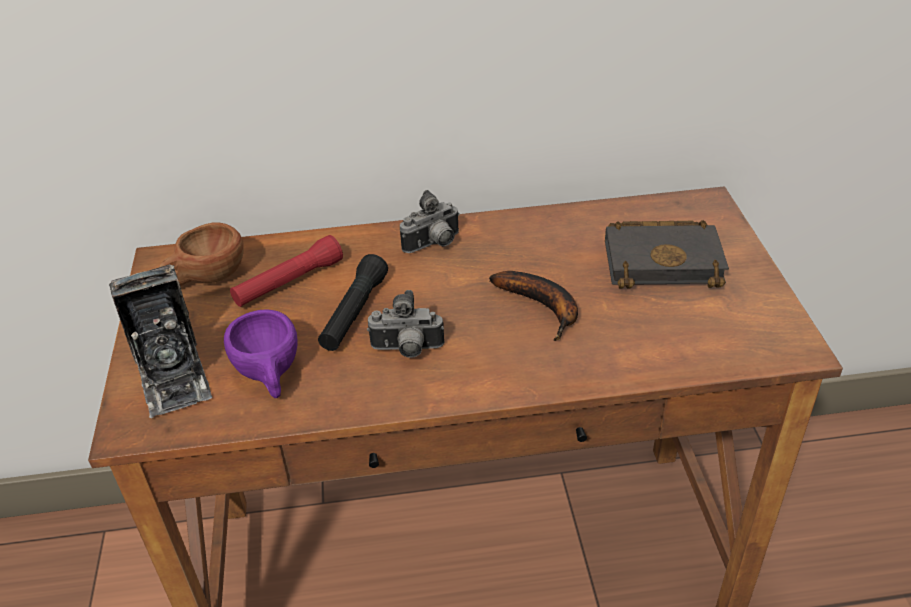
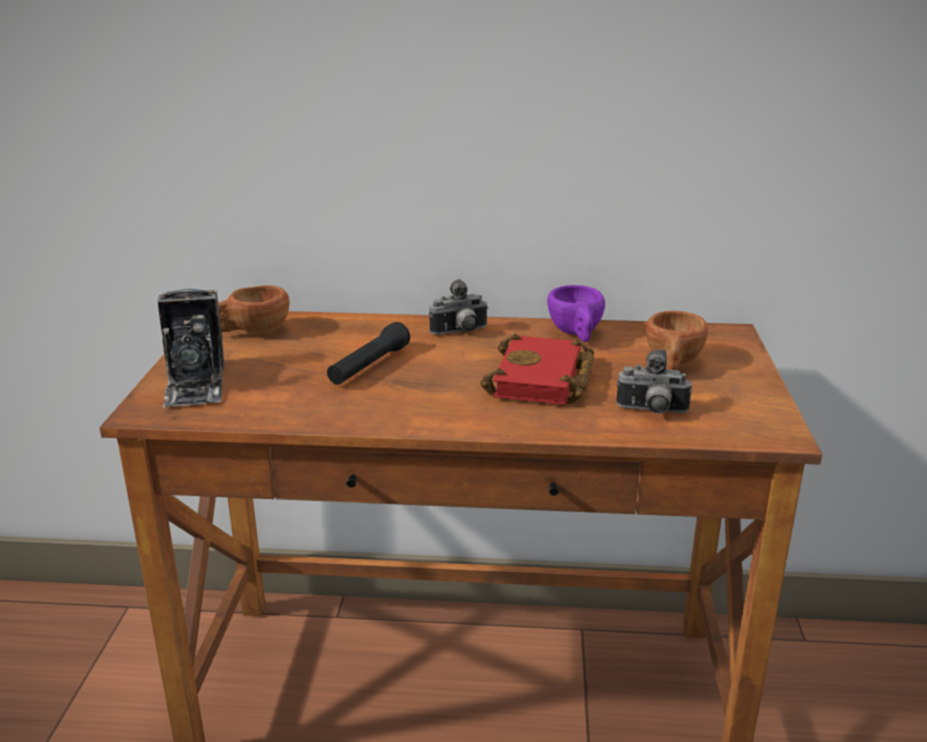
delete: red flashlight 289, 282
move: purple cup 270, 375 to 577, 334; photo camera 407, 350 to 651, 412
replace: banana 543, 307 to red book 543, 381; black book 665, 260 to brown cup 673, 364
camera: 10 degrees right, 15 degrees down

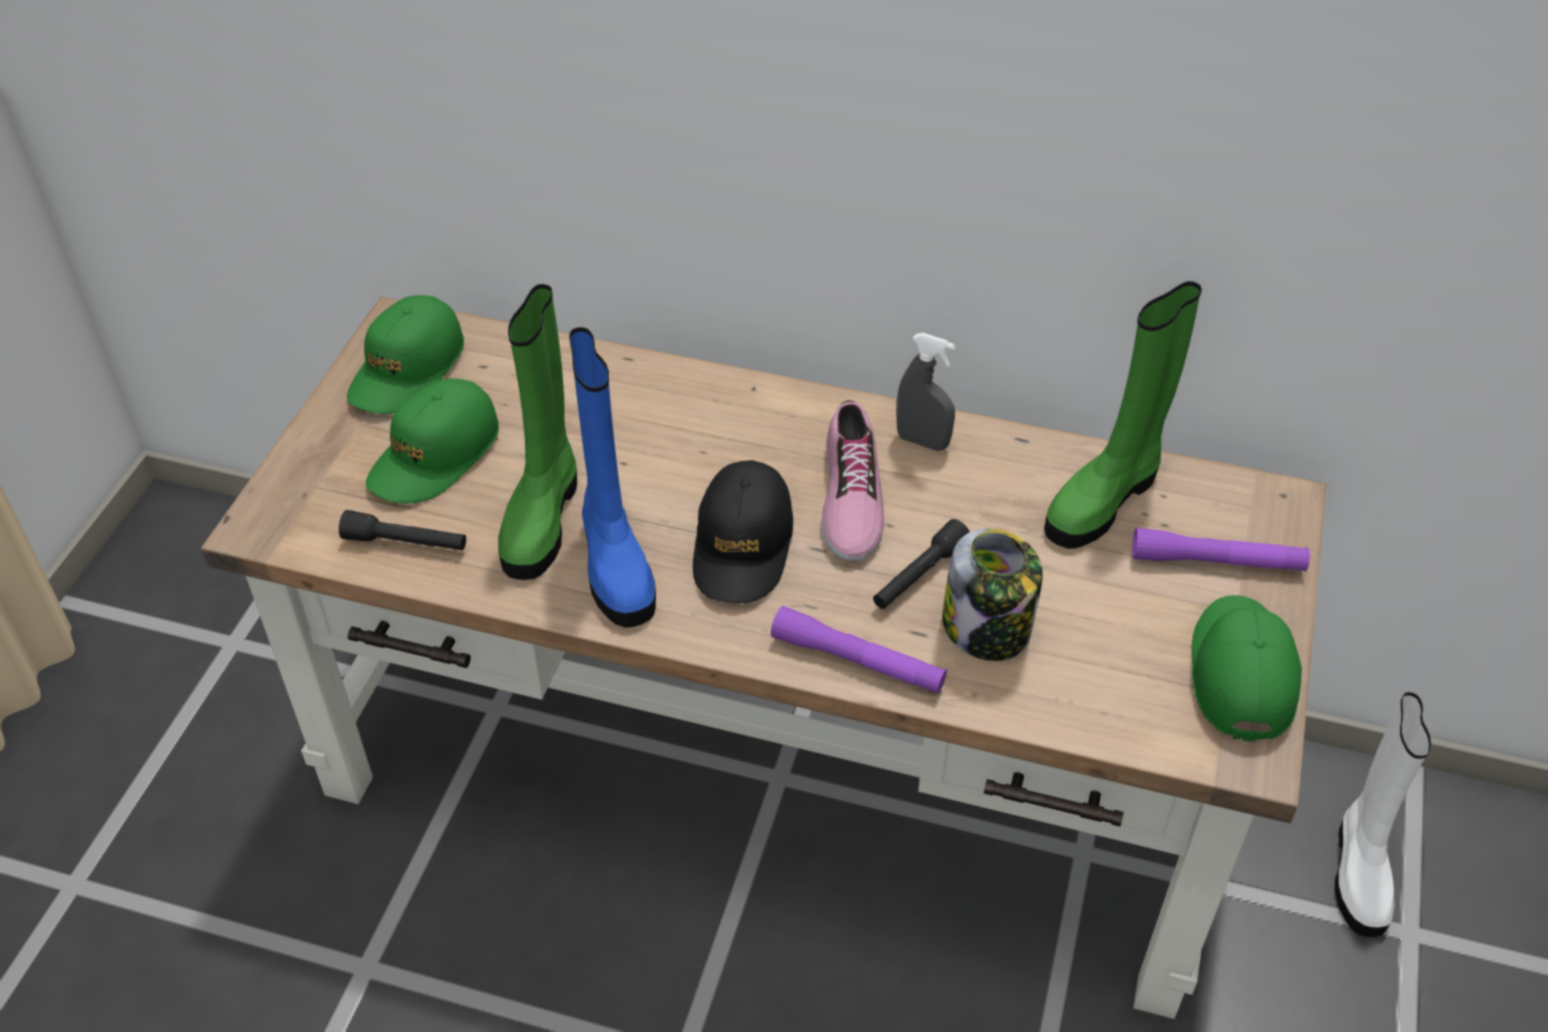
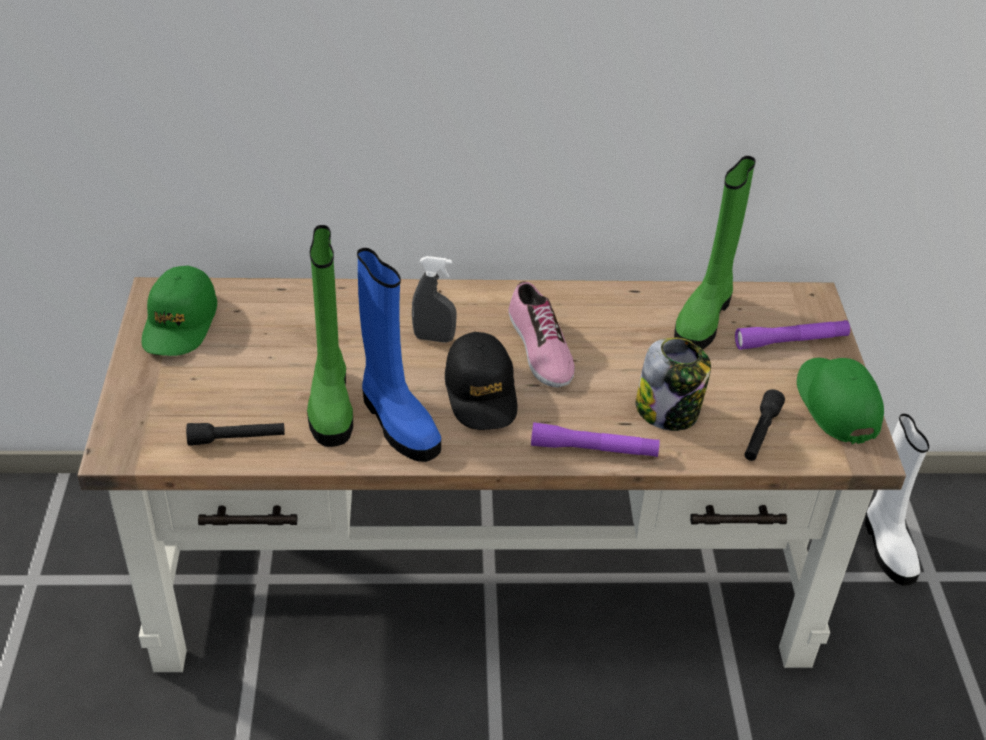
delete: green cap 435, 455
move: black flashlight 919, 576 to 760, 434; grey spray bottle 922, 441 to 434, 338
camera: 20 degrees left, 5 degrees down

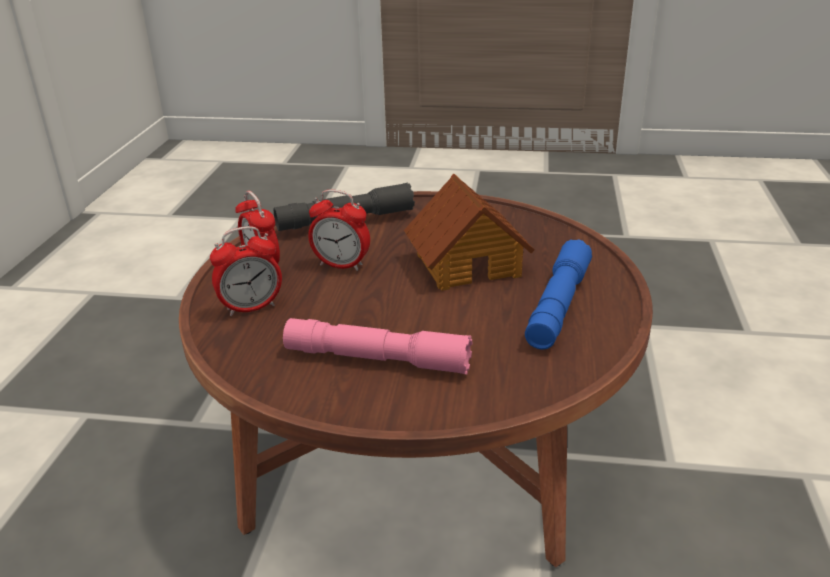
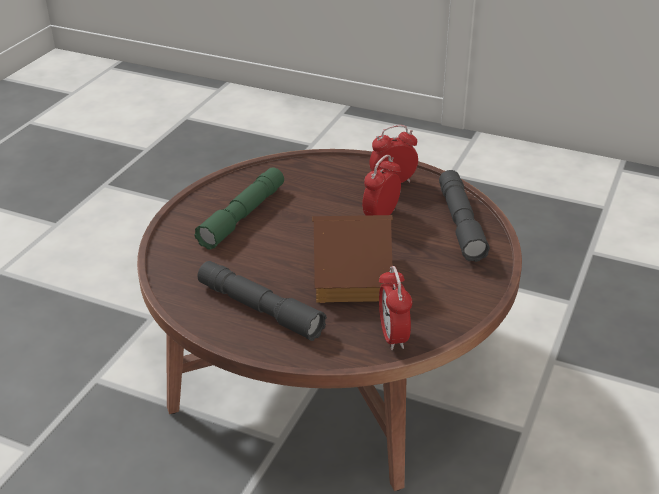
move: alarm clock 251, 307 to 393, 336
recolor: pink flashlight 377, 359 to green flashlight 243, 216; blue flashlight 558, 305 to grey flashlight 260, 309
camera: 105 degrees right, 5 degrees up

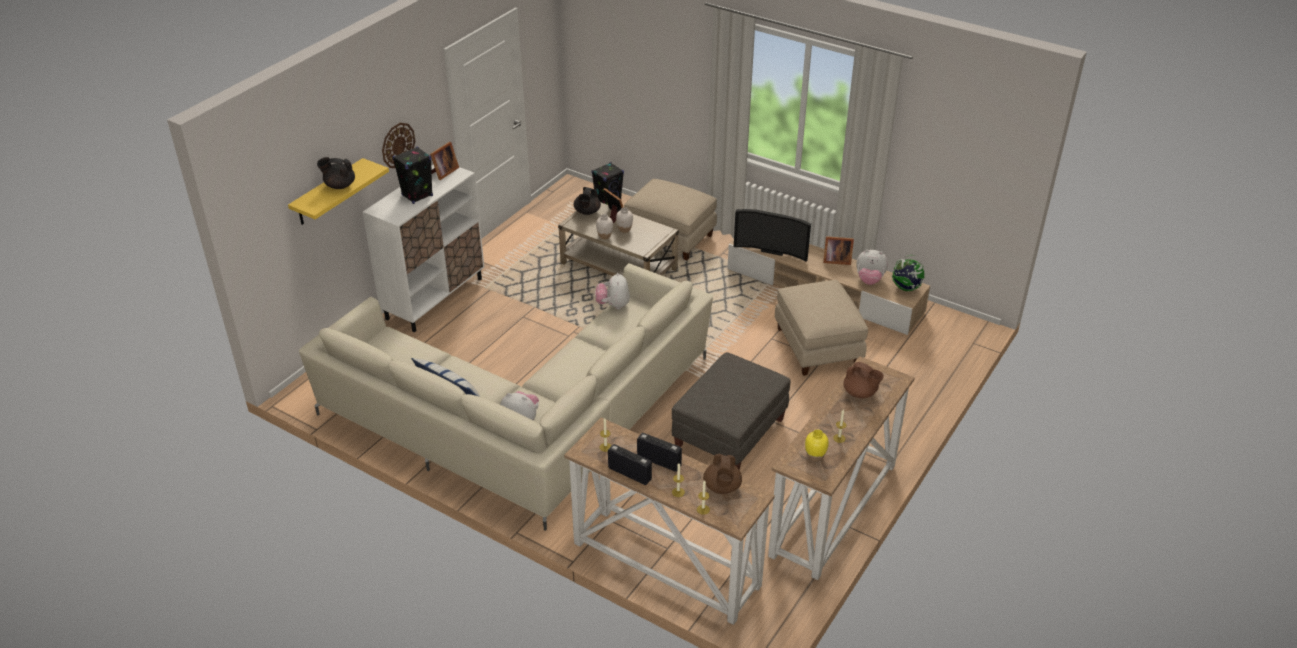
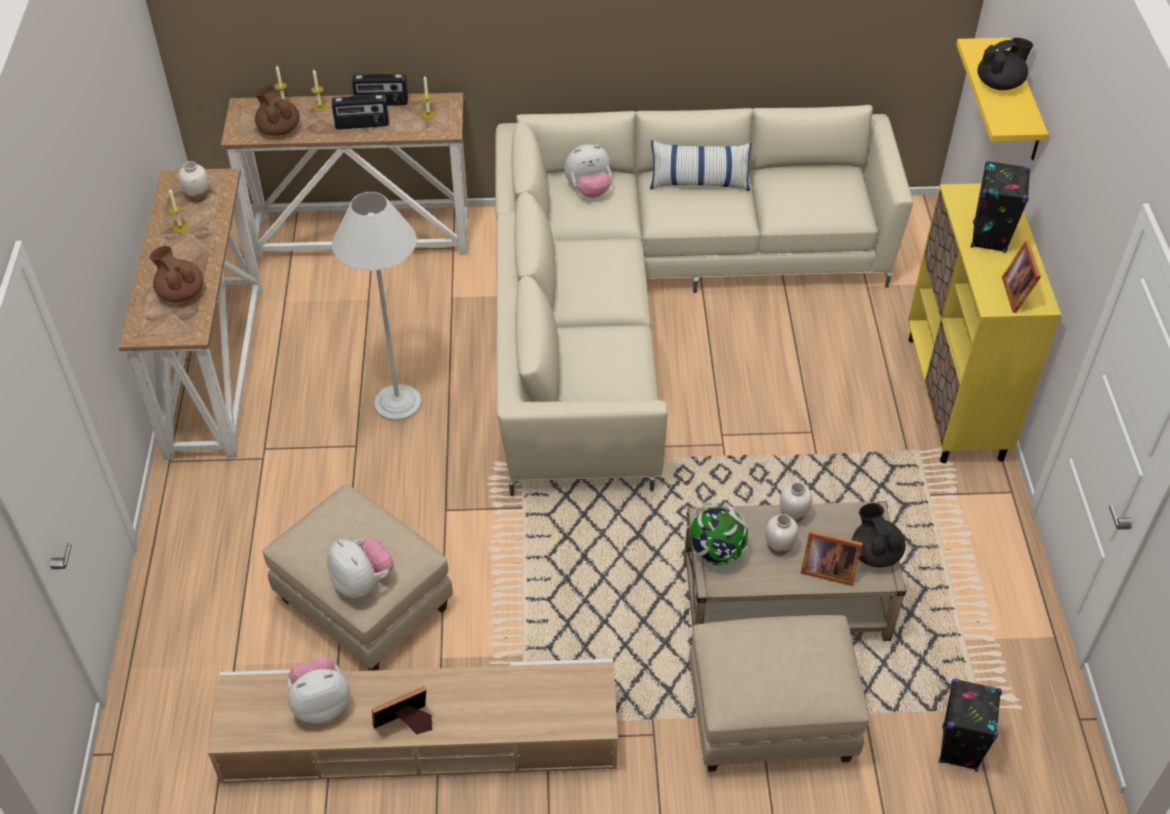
delete: wall clock 398, 145; television 772, 250
move: plush toy 613, 305 to 362, 582; globe 906, 288 to 716, 552
replace: grey ottoman 730, 433 to white floor lamp 397, 403
recolor: white cabinet 435, 298 to yellow cabinet 954, 398; yellow vase 815, 456 to white vase 198, 197
rotate: brown teapot 860, 393 = 181, 292 45 degrees clockwise
camera: 145 degrees right, 10 degrees up

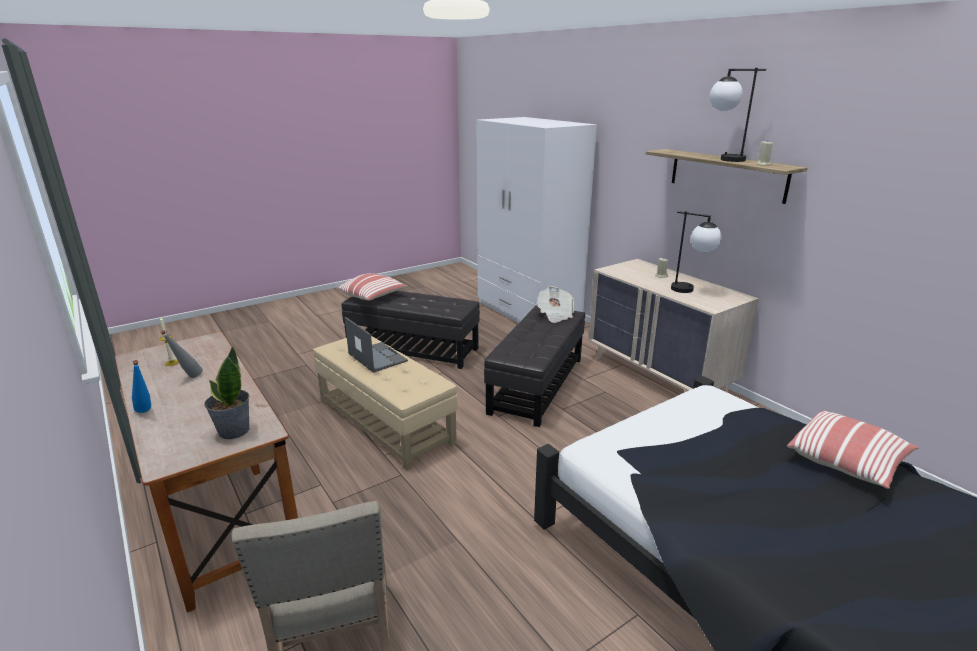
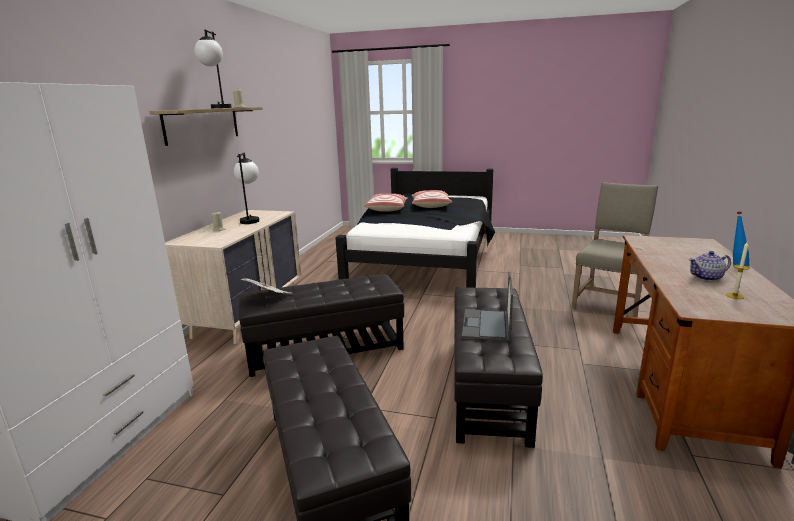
delete: potted plant 233, 431
move: pillow 373, 296 to 430, 205
replace: grey bottle 188, 378 to teapot 707, 277
recolor: beige ottoman 384, 422 to black ottoman 488, 385
camera: 130 degrees left, 5 degrees down

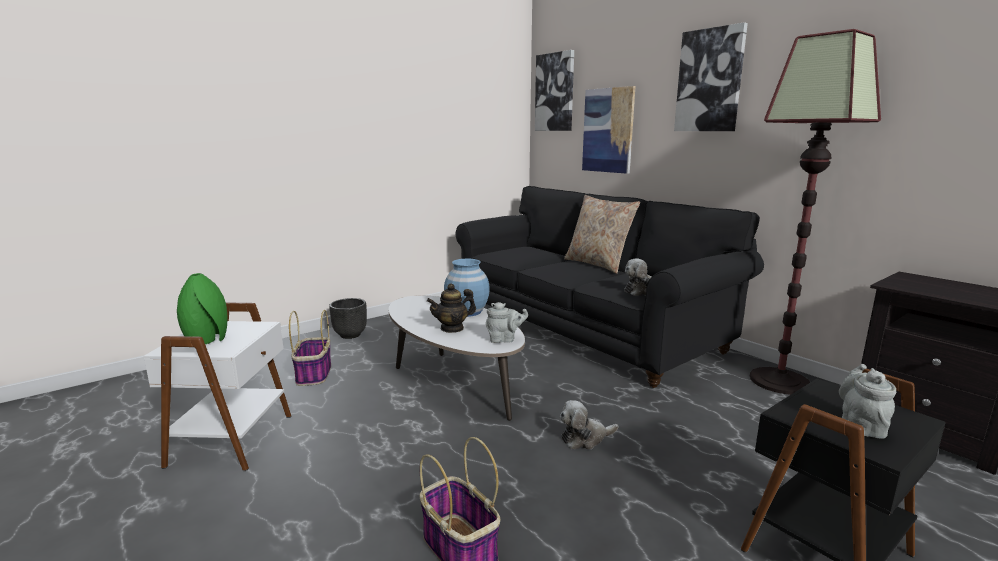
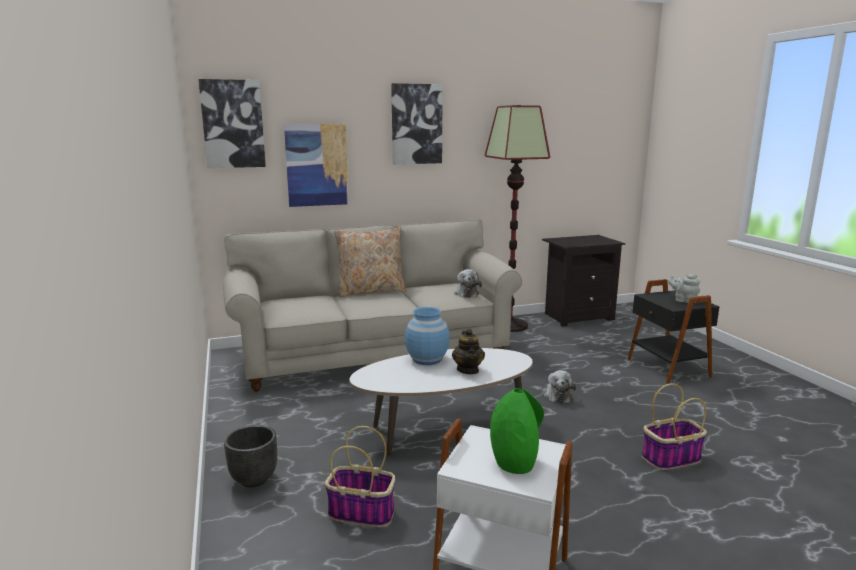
delete: grey teapot 504, 340
recolor: black sofa 584, 328 to beige sofa 373, 354
camera: 70 degrees left, 0 degrees up

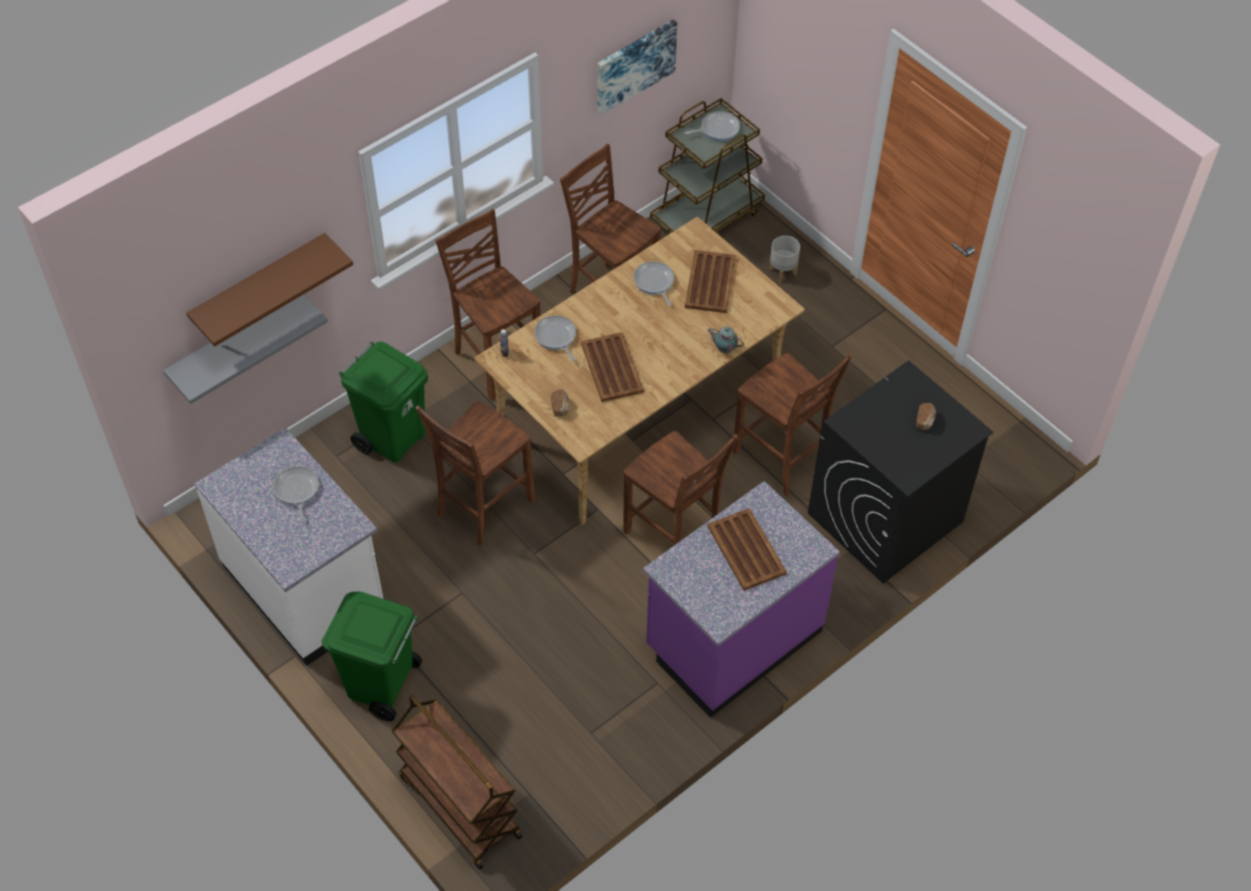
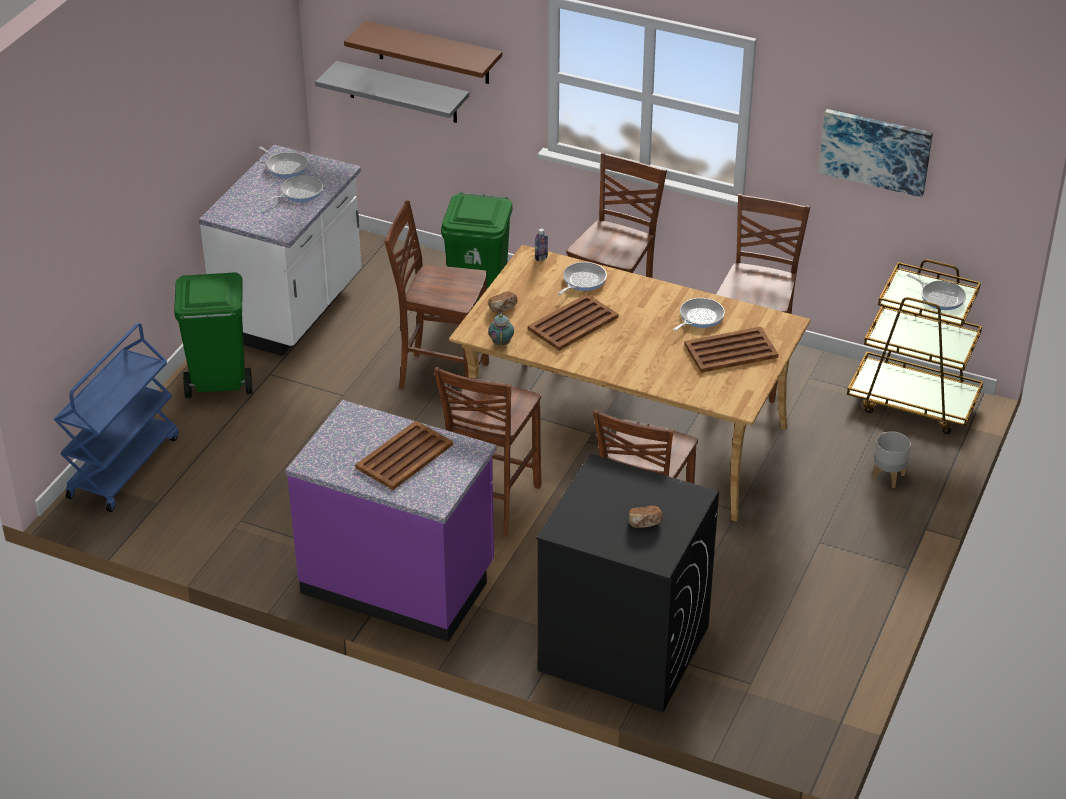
insert: frying pan 285, 166
move: teapot 724, 348 to 501, 342
recolor: brown cart 459, 806 to blue cart 123, 466
camera: 65 degrees right, 15 degrees down

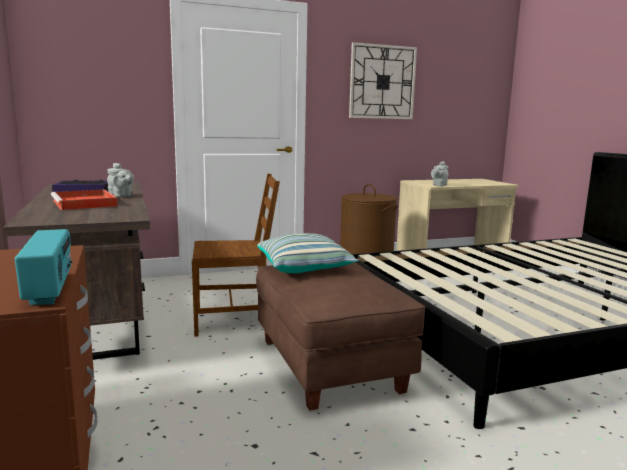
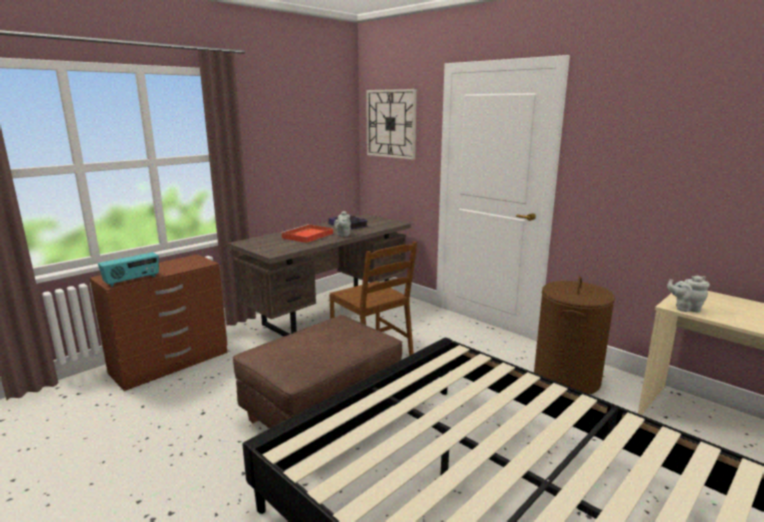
delete: pillow 305, 268
move: wall clock 382, 82 to 391, 123
camera: 65 degrees right, 5 degrees up

